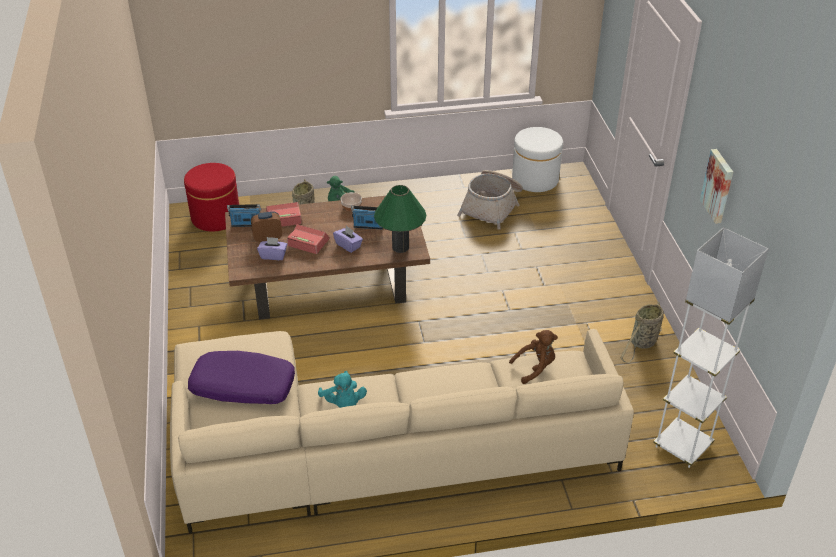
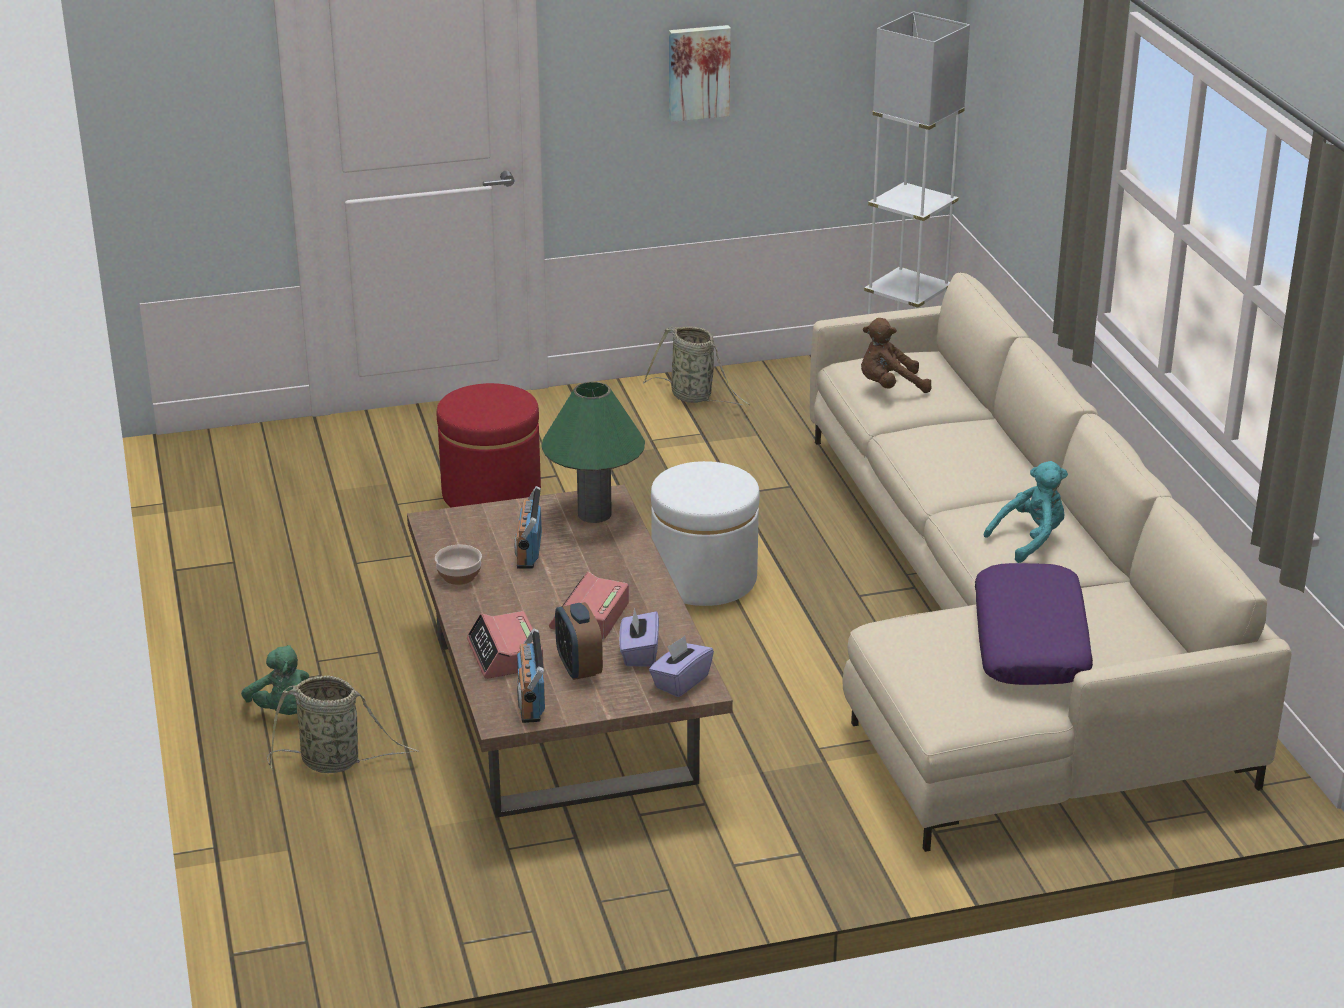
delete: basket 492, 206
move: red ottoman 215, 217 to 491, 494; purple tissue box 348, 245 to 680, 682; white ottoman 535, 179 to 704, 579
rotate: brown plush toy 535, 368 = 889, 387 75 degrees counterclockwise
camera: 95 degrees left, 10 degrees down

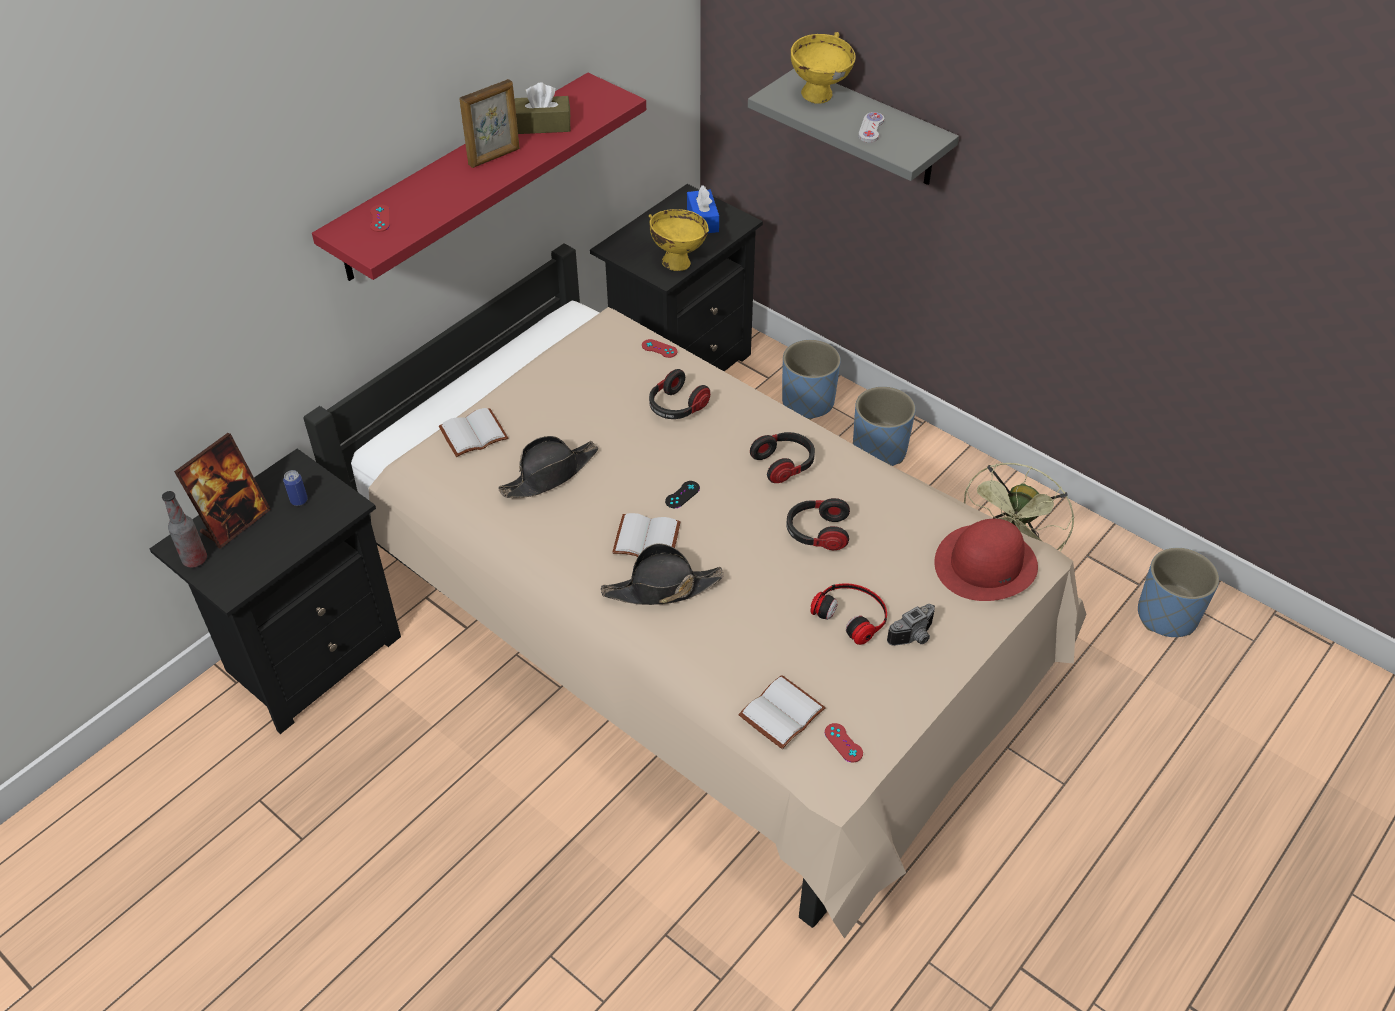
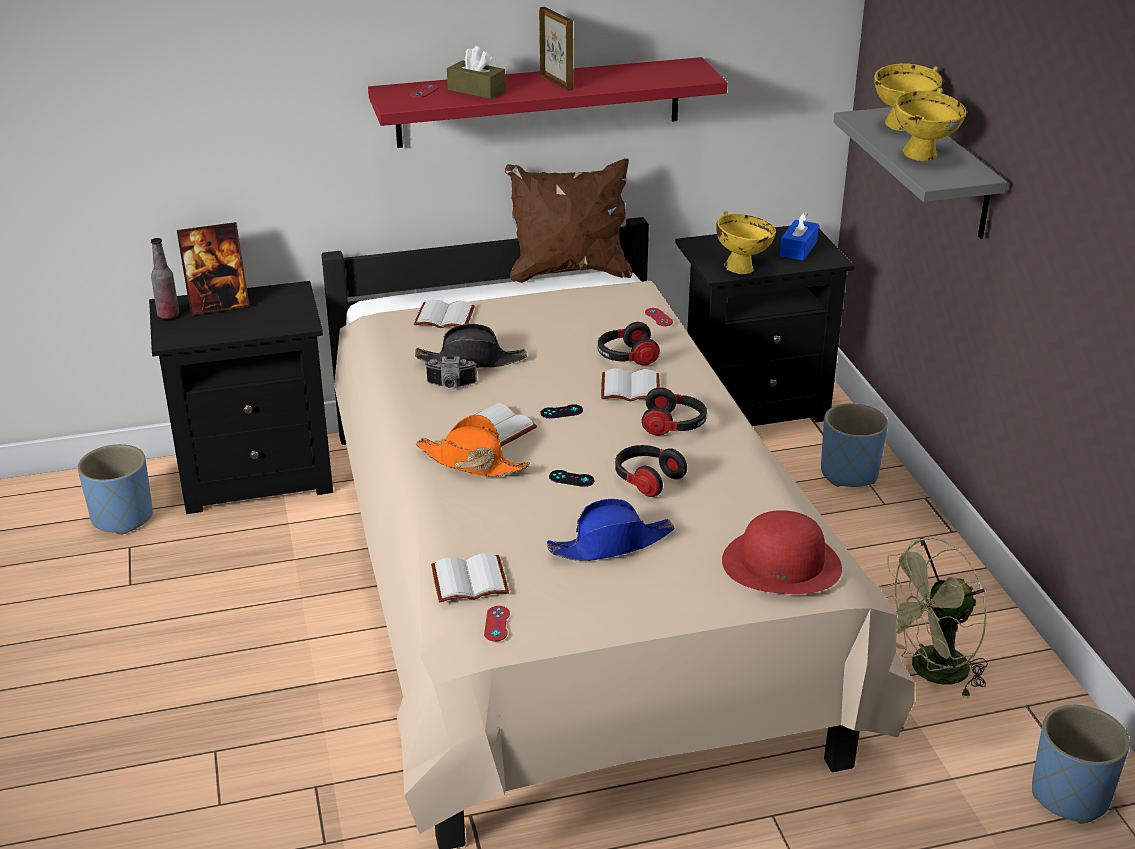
delete: can 299, 500
insert: brown pillow 569, 271; black game controller 571, 479; white book 629, 389
move: brown tissue box 543, 125 to 476, 90; blue planter 879, 450 to 122, 517; photo camera 914, 637 to 451, 385
replace: headphones 852, 614 to blue hat 611, 544; white game controller 871, 129 to yellow bowl 923, 156
recolor: black hat 662, 588 to orange hat 471, 462
rotate: picture frame 495, 157 = 556, 82 120 degrees counterclockwise
camera: 35 degrees right, 15 degrees down

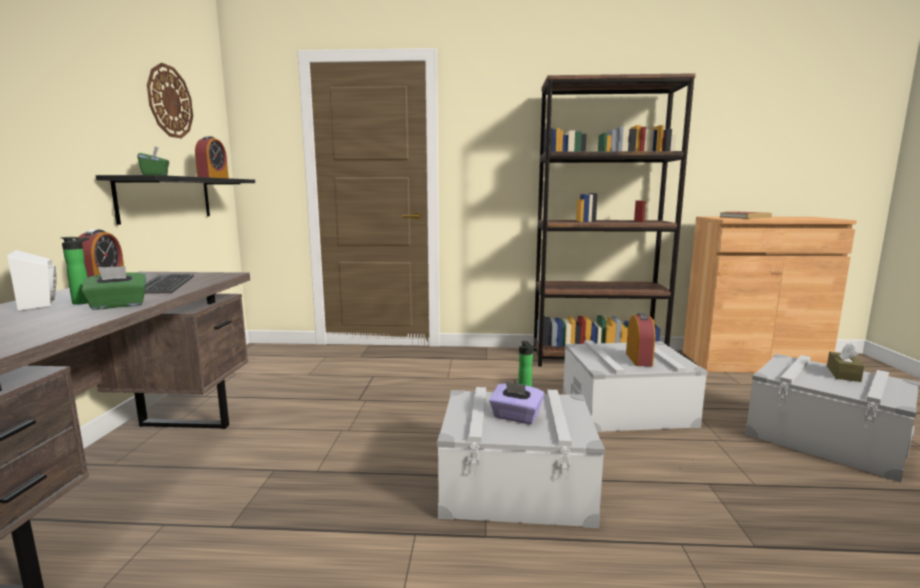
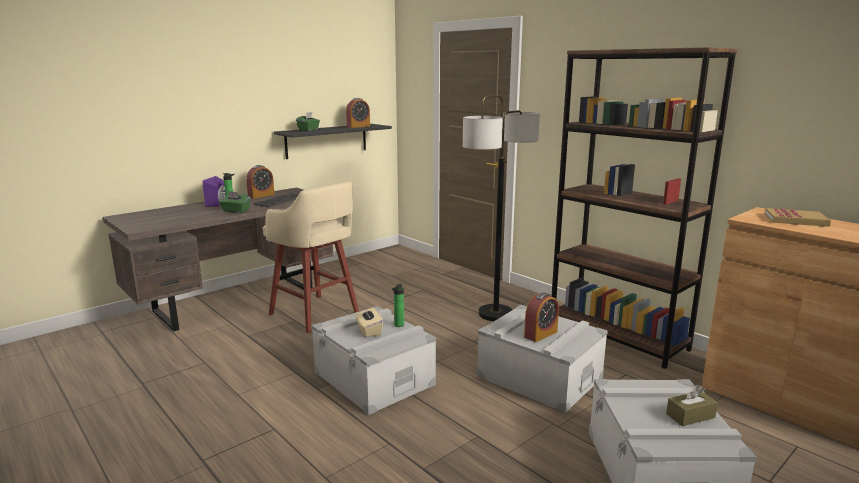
delete: wall clock 170, 101
insert: beige stool 315, 314; floor lamp 495, 314
recolor: white speaker 42, 304 to purple speaker 219, 204; purple tissue box 516, 417 to beige tissue box 369, 331
camera: 45 degrees right, 5 degrees up

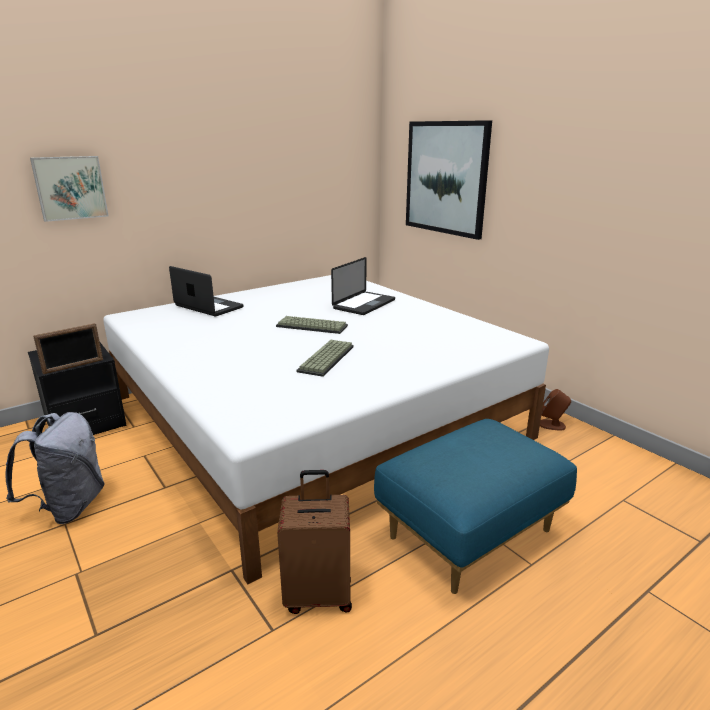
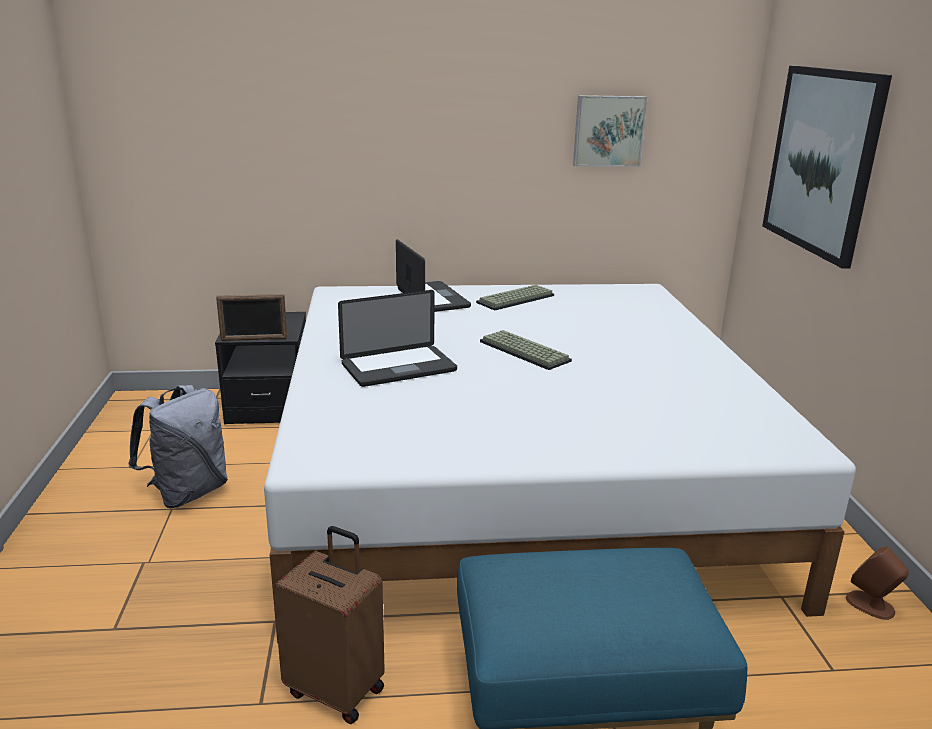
move: picture 70, 188 to 608, 131; keyboard 327, 359 to 516, 299; laptop 364, 304 to 398, 368
camera: 30 degrees right, 0 degrees up

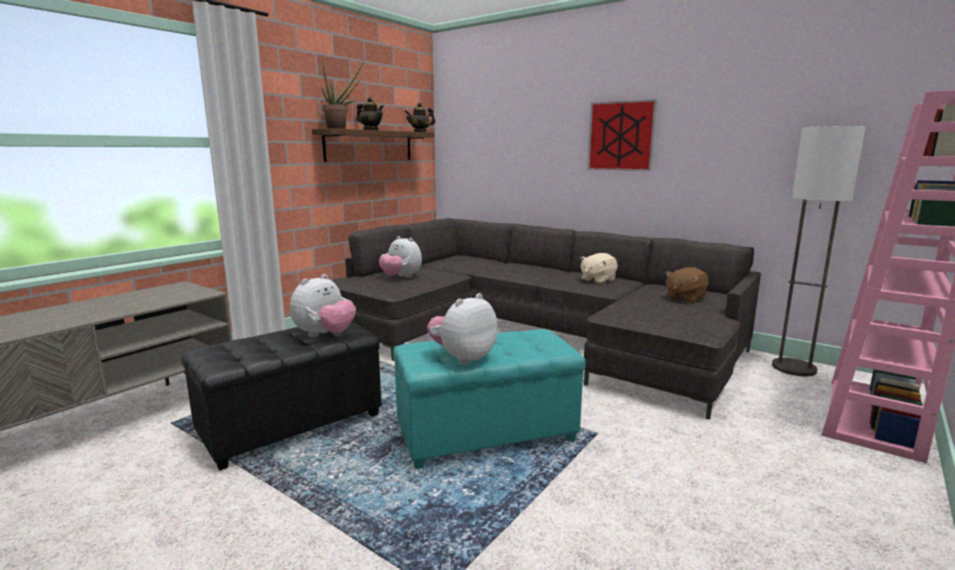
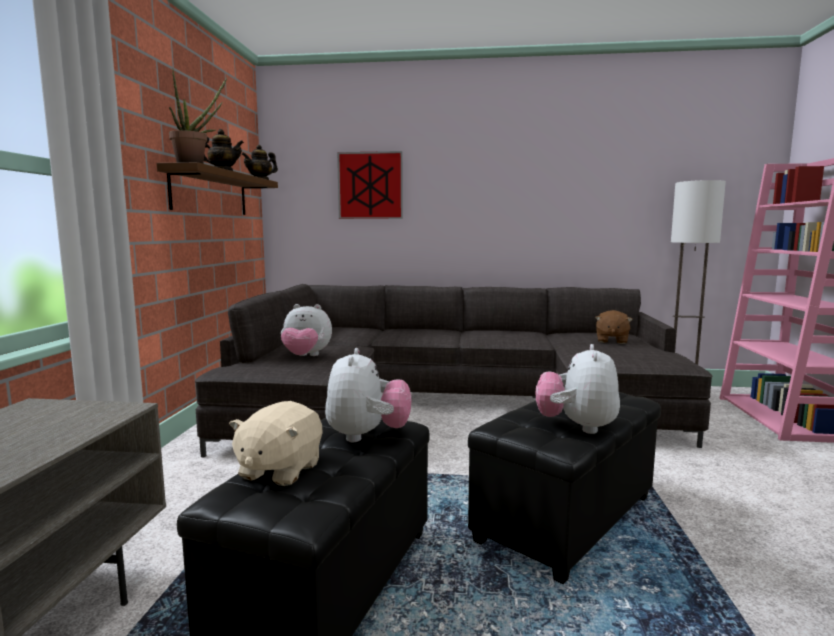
move: beige plush toy 597, 280 to 279, 470; picture 621, 136 to 370, 185
recolor: turquoise ottoman 486, 436 to black ottoman 568, 520
camera: 30 degrees left, 5 degrees down

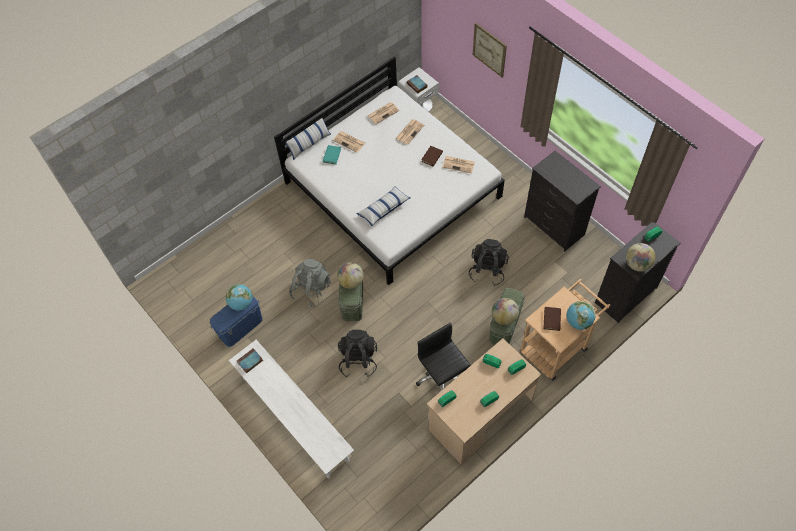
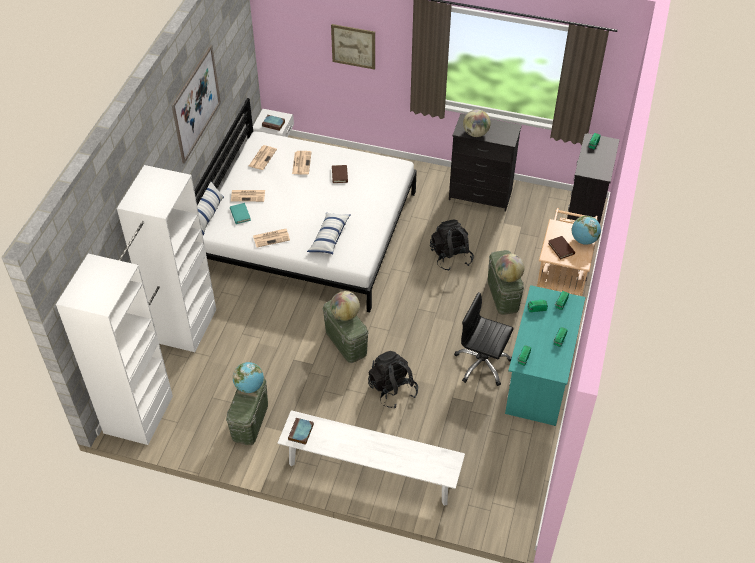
delete: grey backpack 311, 289
insert: white wardrobe 162, 367; picture 196, 103
move: newspaper 459, 164 to 271, 238; globe 637, 264 to 475, 133
recolor: blue storage box 240, 327 to green storage box 250, 421; beige desk 480, 414 to turquoise desk 540, 376
camera: 35 degrees left, 10 degrees down

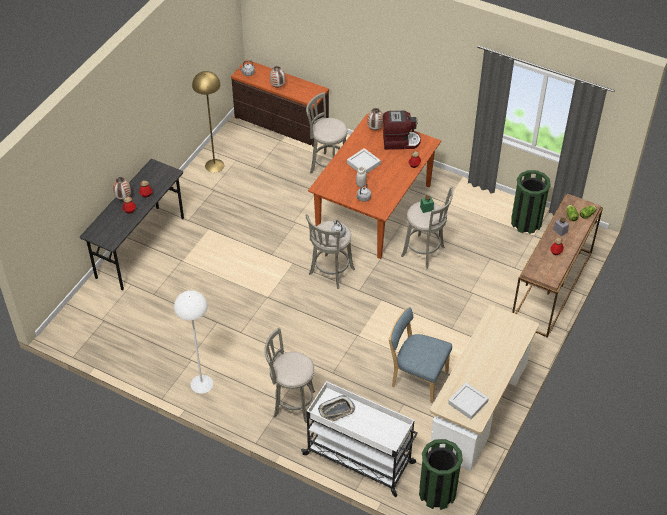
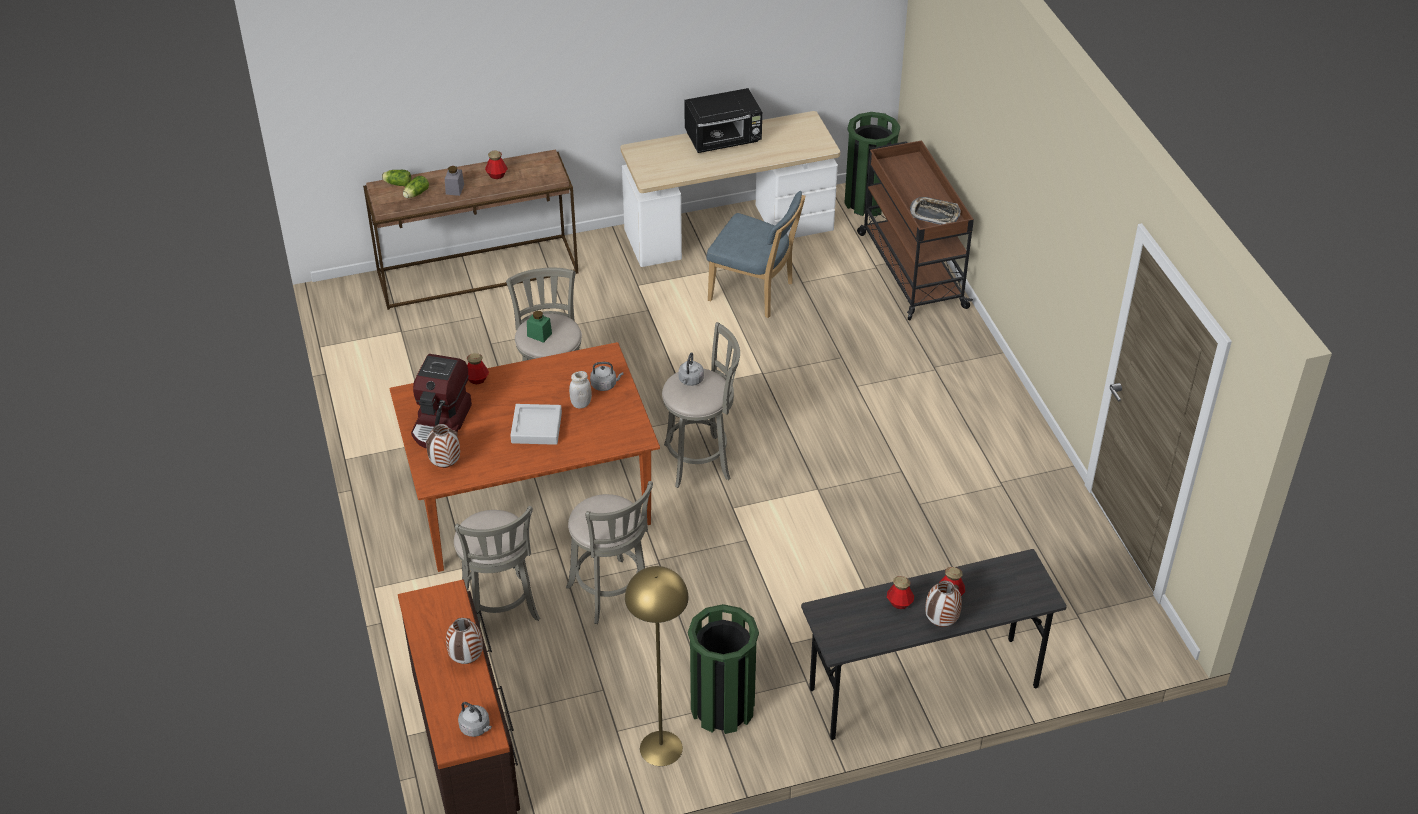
delete: white floor lamp 201, 384; grey tray 468, 402
insert: black microwave 724, 140
move: grey stool 291, 403 to 611, 594; green trash can 526, 222 to 722, 707
recolor: white cart 360, 459 to brown cart 911, 269
rotate: coffee machine 400, 141 = 442, 423 120 degrees counterclockwise; blue chair 417, 378 = 754, 293 45 degrees counterclockwise
camera: 135 degrees left, 5 degrees down

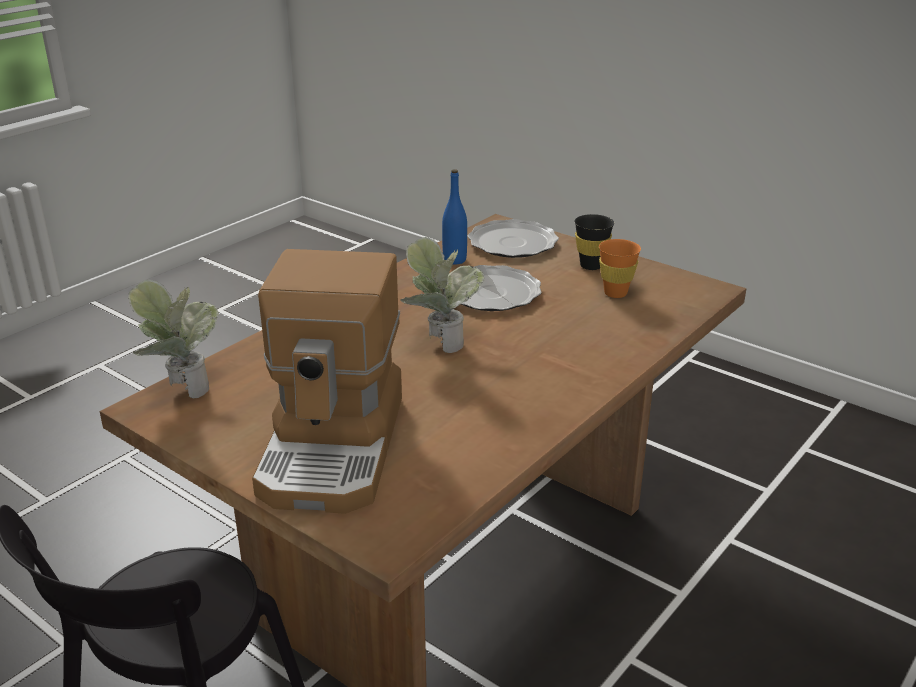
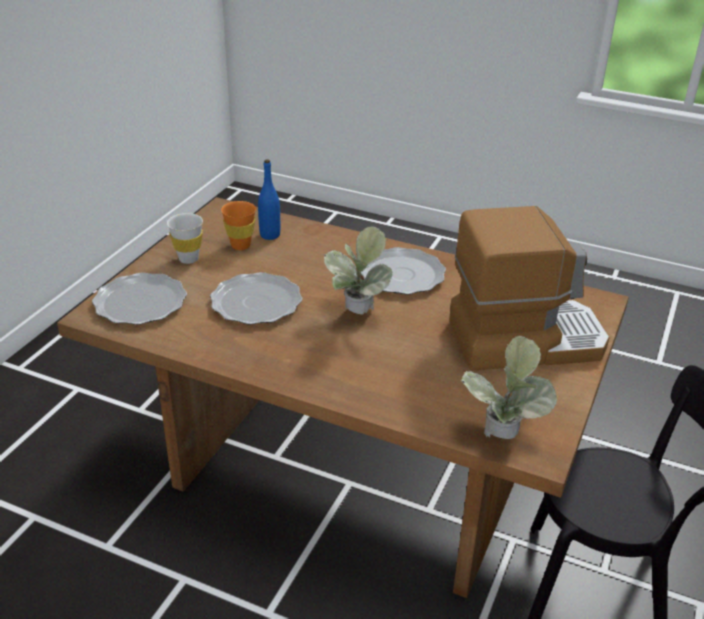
insert: plate 402, 275
move: blue bottle 454, 260 to 270, 235
recolor: black cup 591, 266 to white cup 188, 259
camera: 105 degrees left, 5 degrees up

